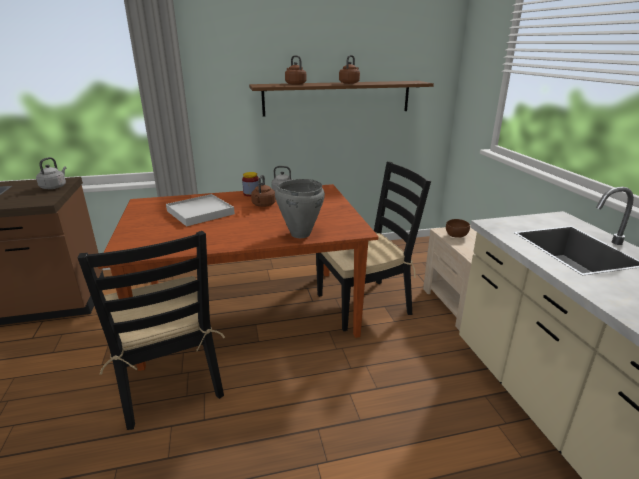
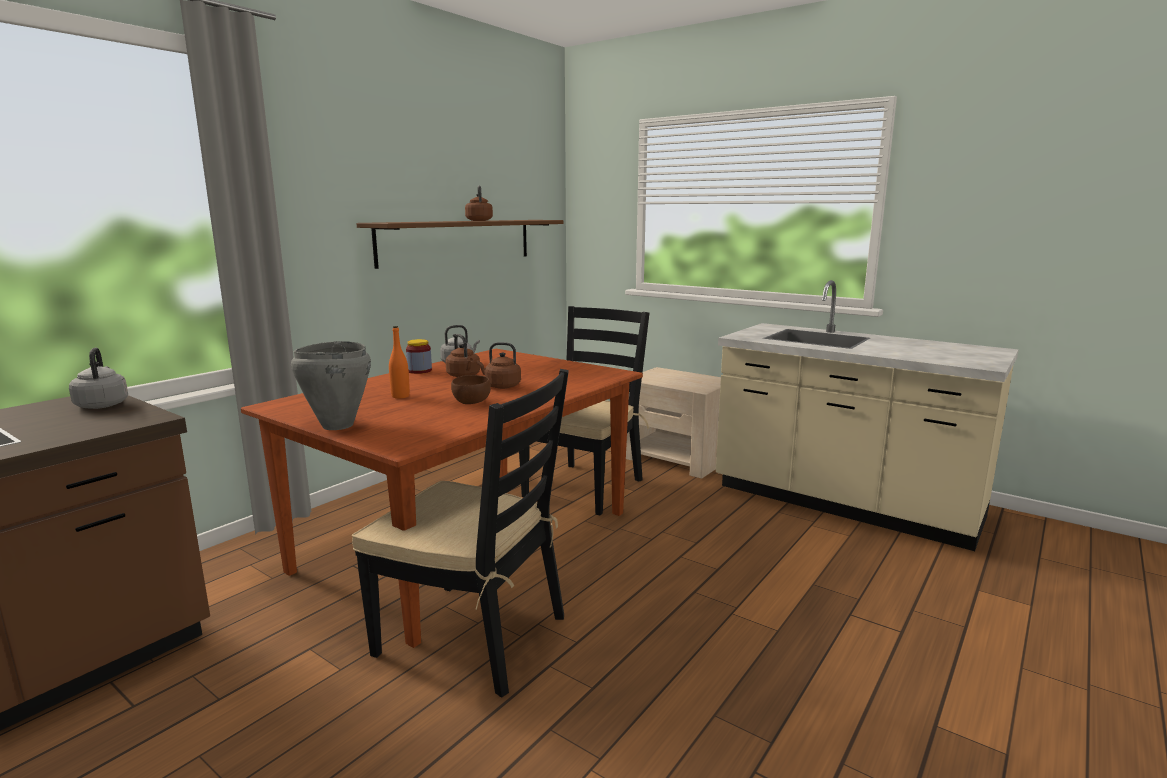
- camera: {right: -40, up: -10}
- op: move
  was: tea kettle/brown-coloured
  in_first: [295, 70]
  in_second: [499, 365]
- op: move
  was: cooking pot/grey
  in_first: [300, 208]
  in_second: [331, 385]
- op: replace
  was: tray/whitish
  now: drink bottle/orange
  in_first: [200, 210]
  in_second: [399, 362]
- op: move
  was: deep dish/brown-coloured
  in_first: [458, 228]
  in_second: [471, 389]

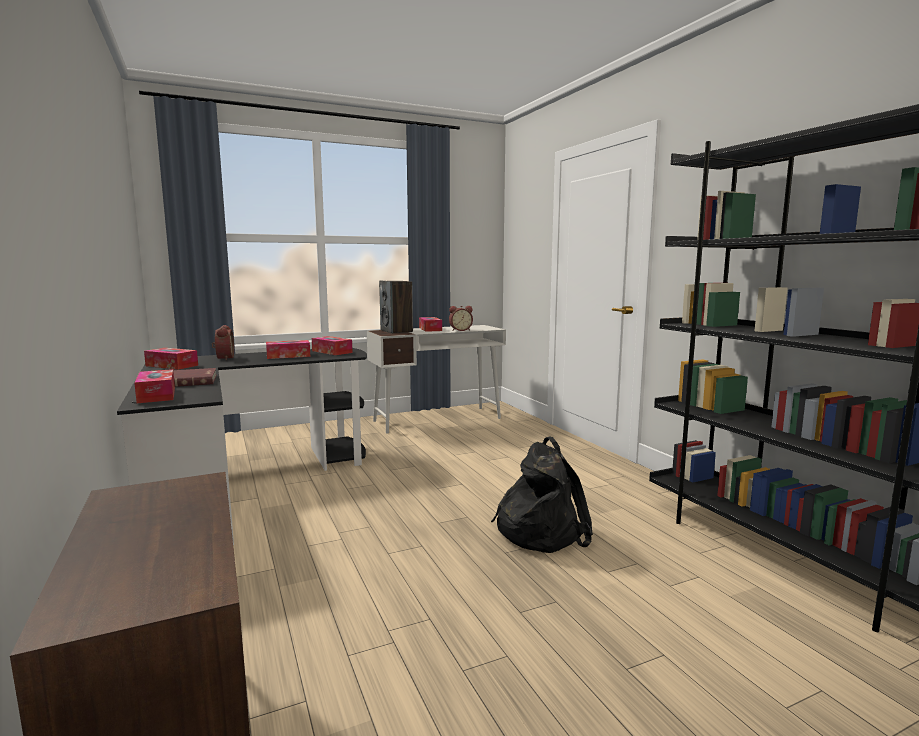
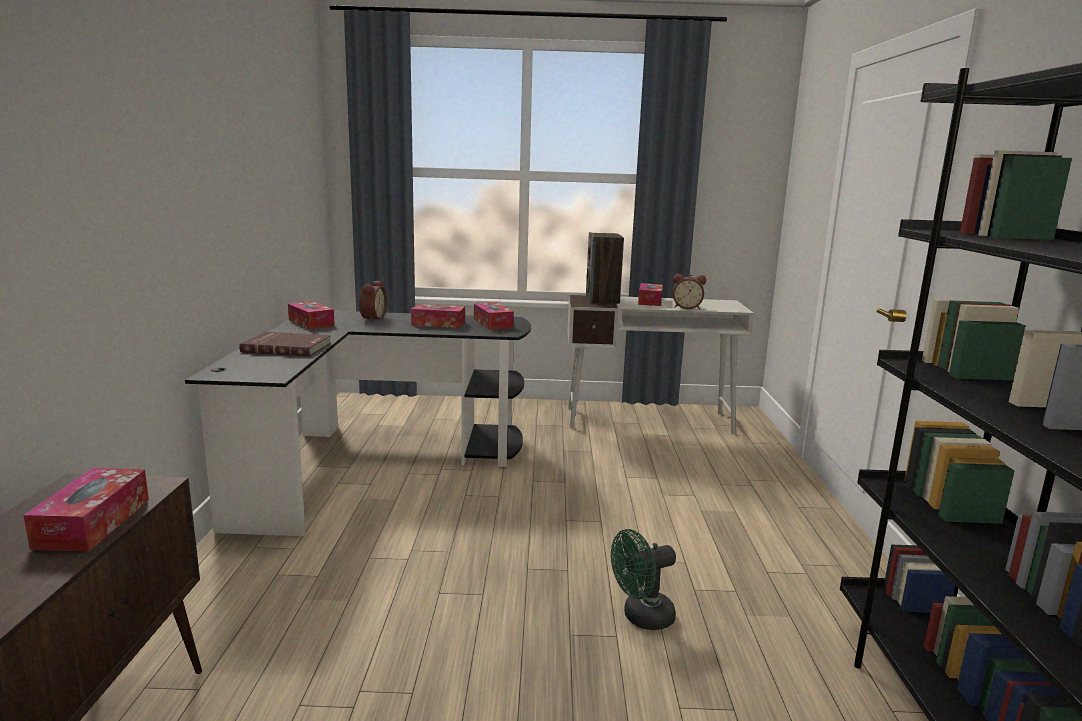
- camera: {right: 25, up: 5}
- op: move
  was: tissue holder
  in_first: [154, 386]
  in_second: [86, 509]
- op: replace
  was: knapsack/blackish
  now: electric fan/green
  in_first: [542, 495]
  in_second: [643, 579]

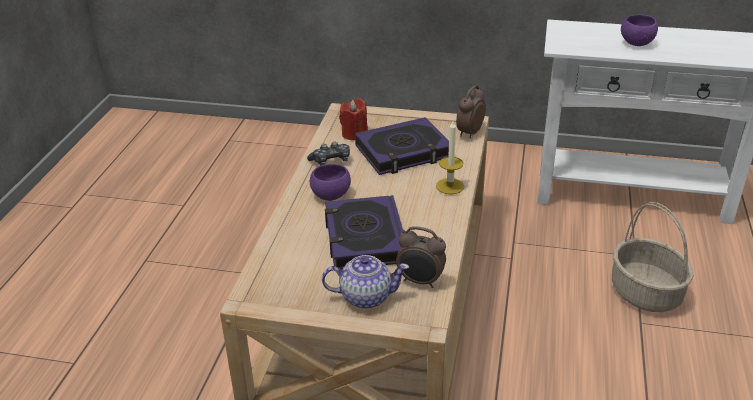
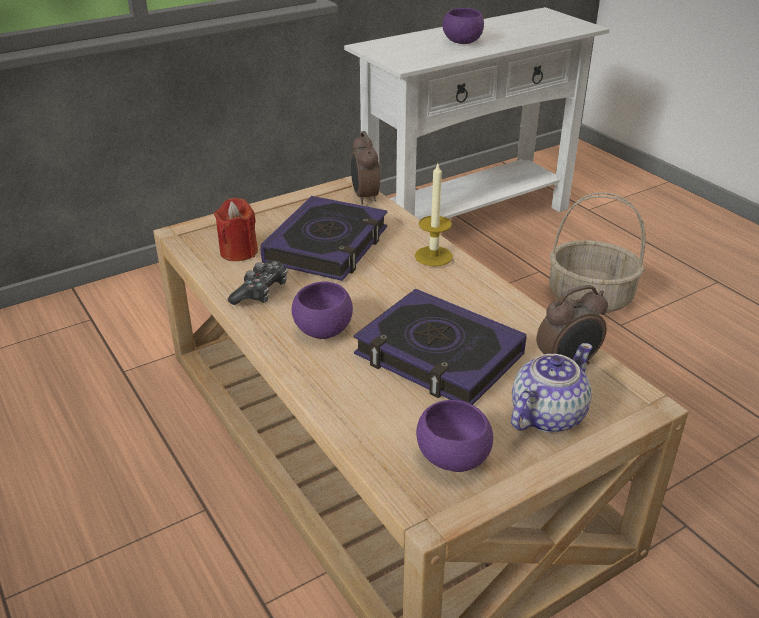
- camera: {right: -45, up: 0}
- op: insert
  now: deep dish/purplish
  in_second: [454, 436]

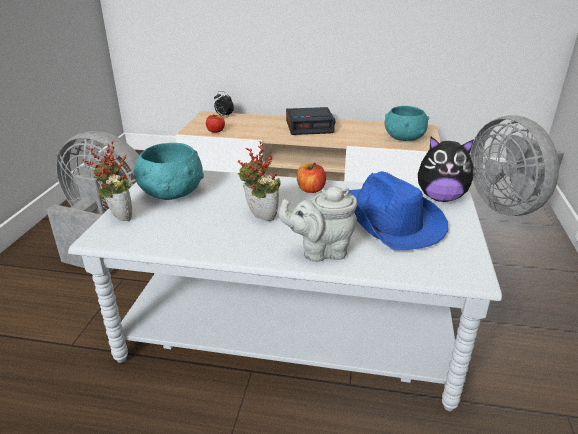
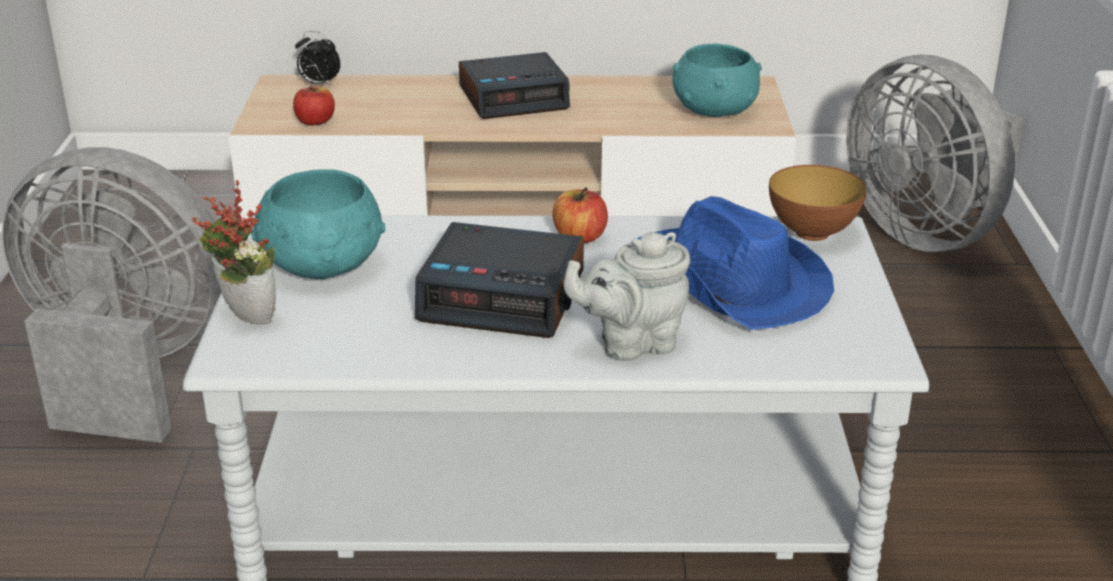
- camera: {right: -10, up: 0}
- op: replace
  was: cuddly toy
  now: deep dish
  in_first: [446, 169]
  in_second: [818, 203]
- op: replace
  was: houseplant
  now: table clock
  in_first: [259, 181]
  in_second: [499, 280]

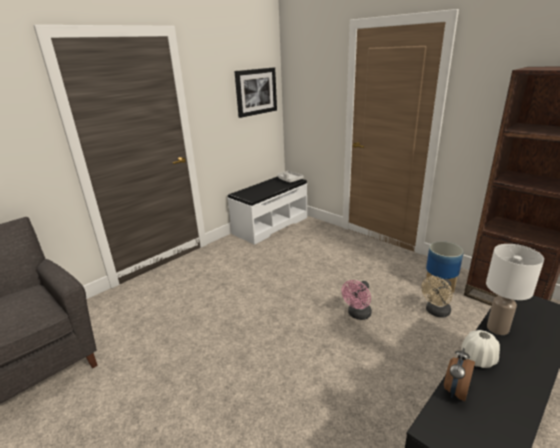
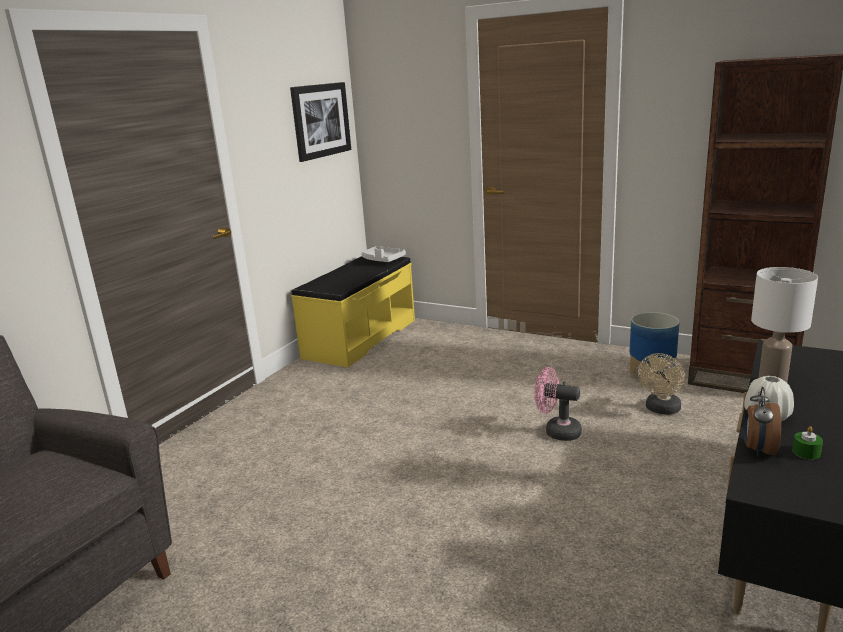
- camera: {right: -15, up: -5}
- op: recolor
  was: long seat/whitish
  now: long seat/yellow
  in_first: [267, 210]
  in_second: [353, 312]
- op: rotate
  was: electric fan/pink
  in_first: [356, 300]
  in_second: [558, 404]
  clockwise: 90
- op: insert
  now: wax candle/green
  in_second: [807, 442]

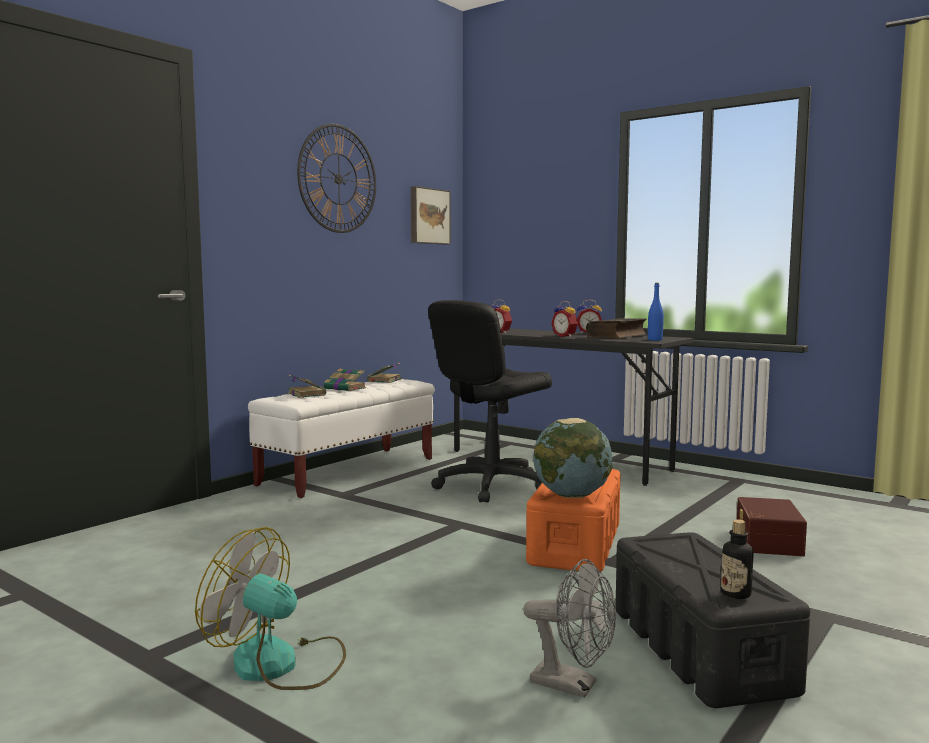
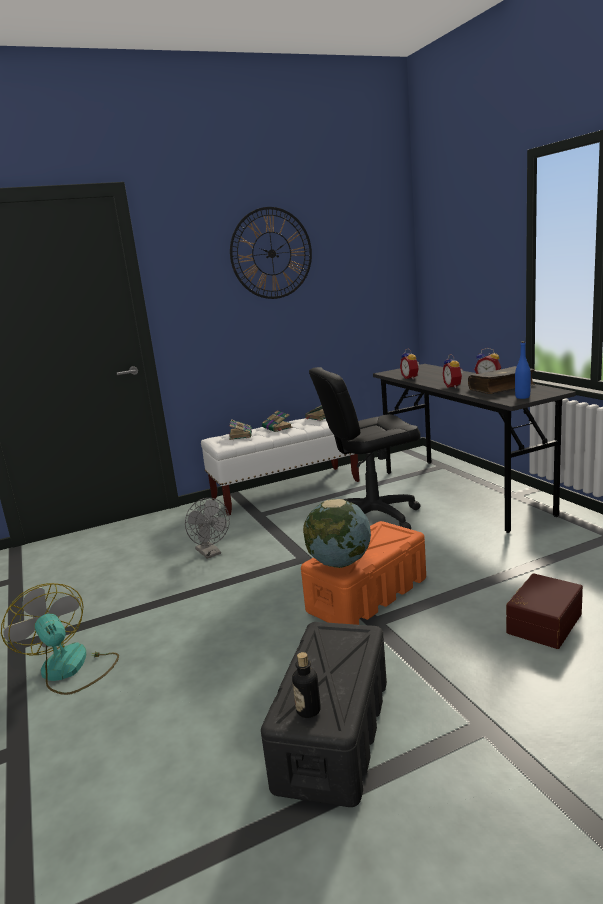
- camera: {right: 30, up: 10}
- op: delete
  was: picture
  in_first: [431, 215]
- op: move
  was: electric fan/grey
  in_first: [569, 628]
  in_second: [207, 528]

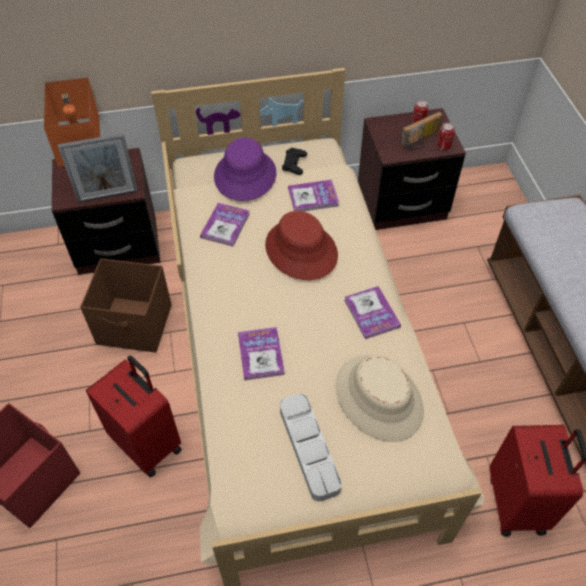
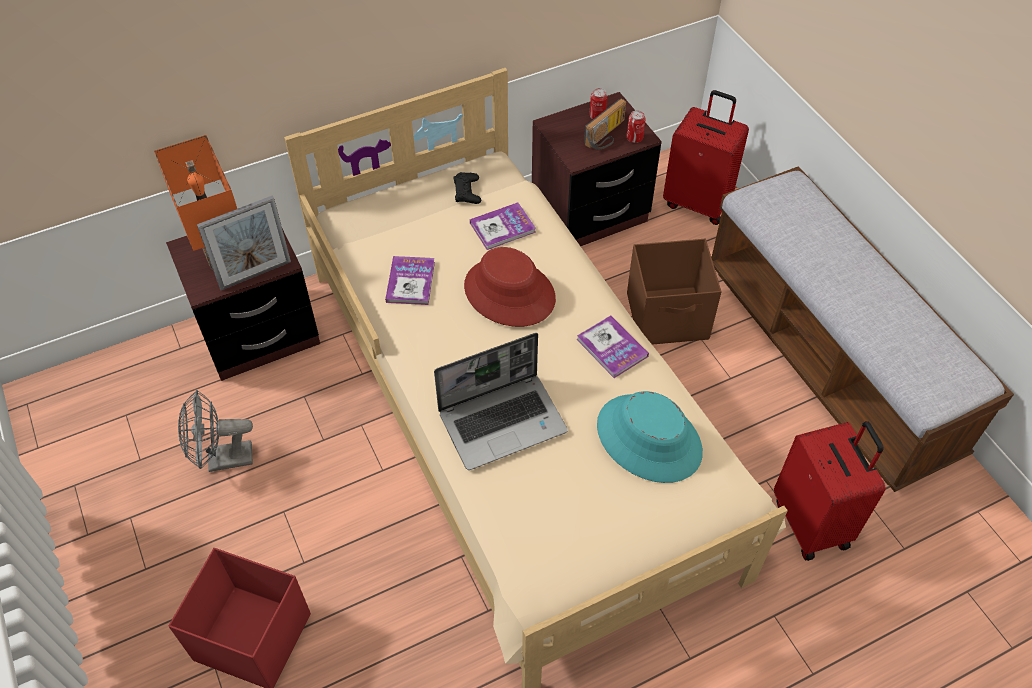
- camera: {right: -15, up: 0}
- op: delete
  was: clothing hat/purplish
  in_first: [245, 169]
- op: move
  was: storage bin/brown-coloured
  in_first: [126, 305]
  in_second: [674, 292]
- op: replace
  was: volume
  now: portable computer
  in_first: [261, 354]
  in_second: [501, 401]
- op: move
  was: suitcase/reddish
  in_first: [134, 416]
  in_second: [706, 157]
- op: recolor
  was: clothing hat/sand-coloured
  now: clothing hat/blue-green
  in_first: [380, 399]
  in_second: [650, 437]
- op: delete
  was: tray/grey
  in_first: [311, 447]
- op: insert
  now: electric fan/grey
  in_second: [215, 431]

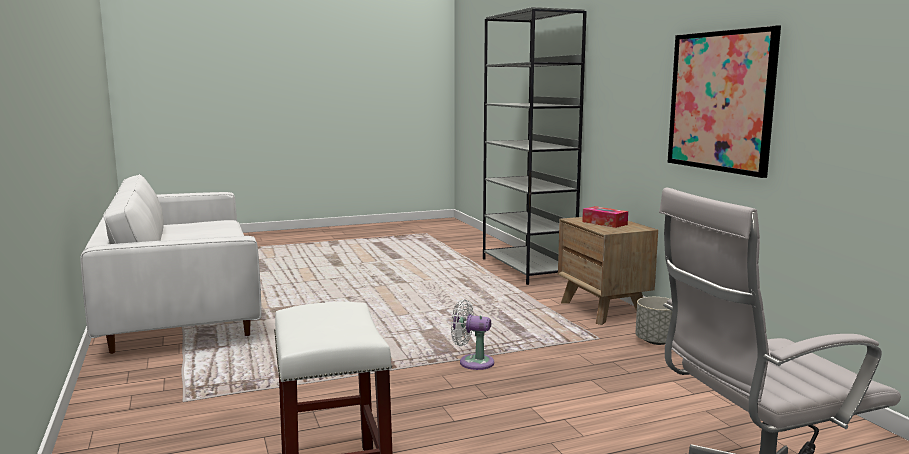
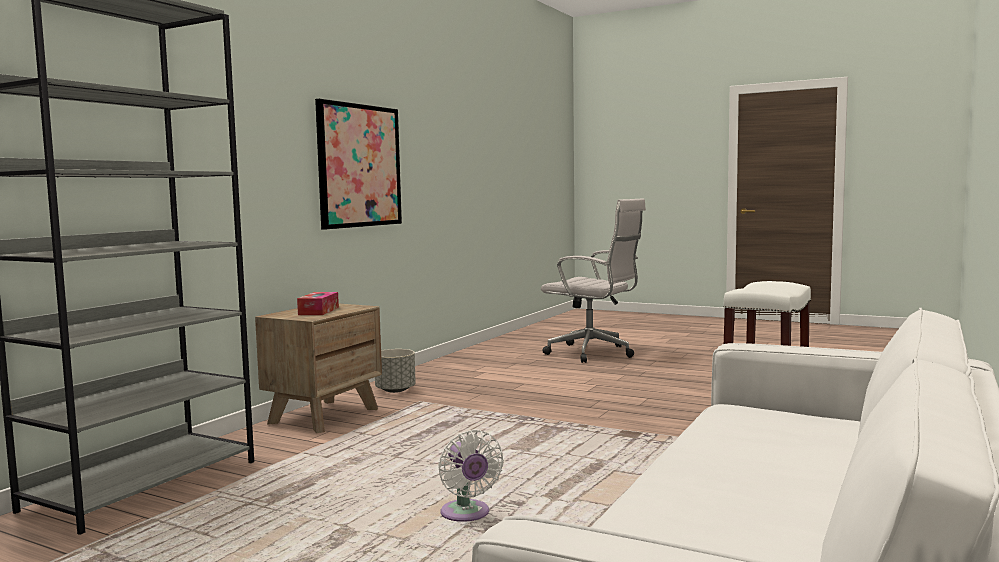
- camera: {right: -130, up: -5}
- op: move
  was: electric fan/whitish
  in_first: [472, 334]
  in_second: [471, 476]

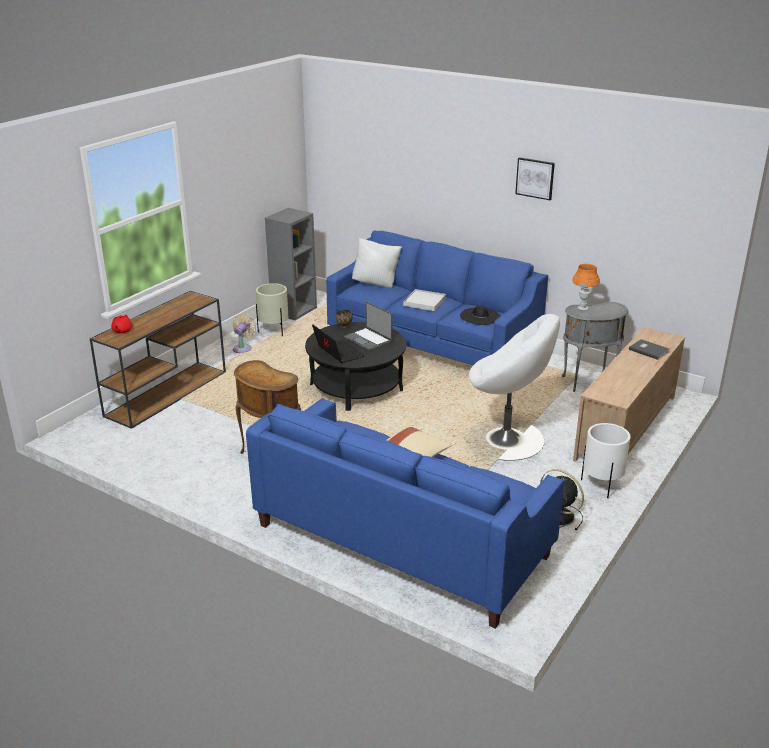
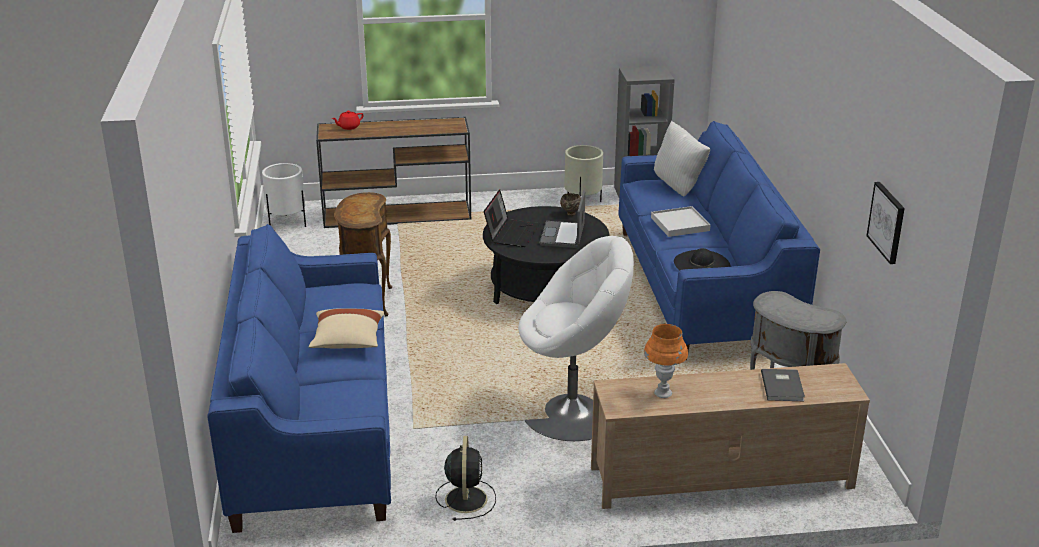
- camera: {right: 50, up: 0}
- op: move
  was: picture
  in_first: [535, 178]
  in_second: [886, 223]
- op: move
  was: table lamp/orange
  in_first: [586, 287]
  in_second: [666, 361]
- op: delete
  was: electric fan/sand-coloured
  in_first: [244, 333]
- op: rotate
  was: armchair/whitish
  in_first: [514, 387]
  in_second: [576, 338]
  clockwise: -75
- op: move
  was: flower pot/whitish
  in_first: [606, 460]
  in_second: [284, 195]

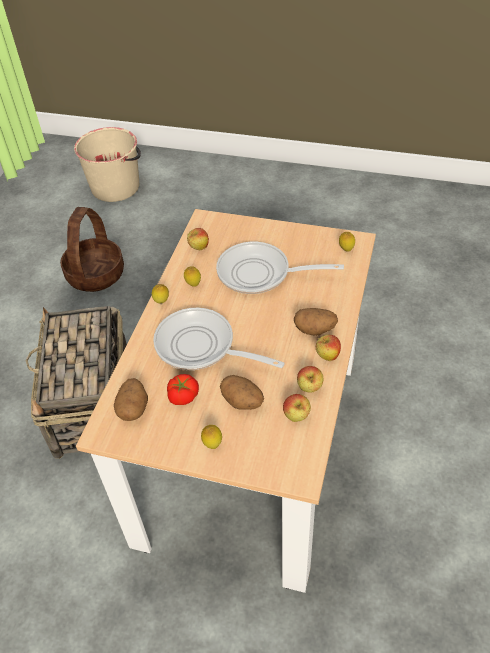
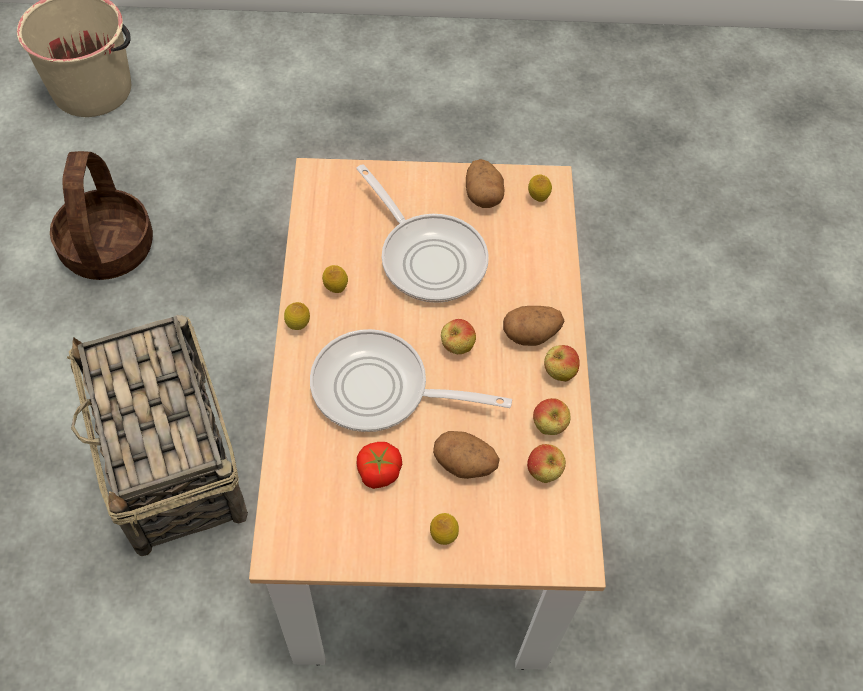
- camera: {right: -20, up: 10}
- op: move
  was: whole apple
  in_first: [198, 239]
  in_second: [458, 336]
- op: rotate
  was: skillet
  in_first: [280, 268]
  in_second: [422, 233]
  clockwise: -120
- op: move
  was: whole potato
  in_first: [131, 399]
  in_second: [485, 183]

